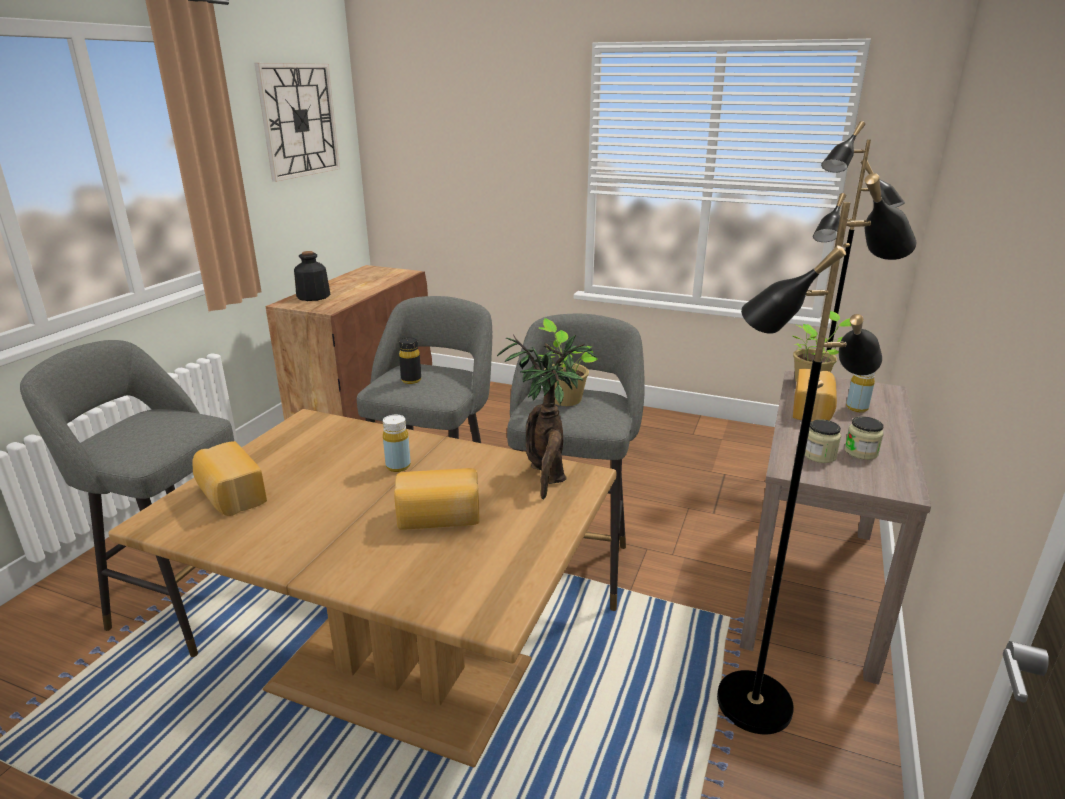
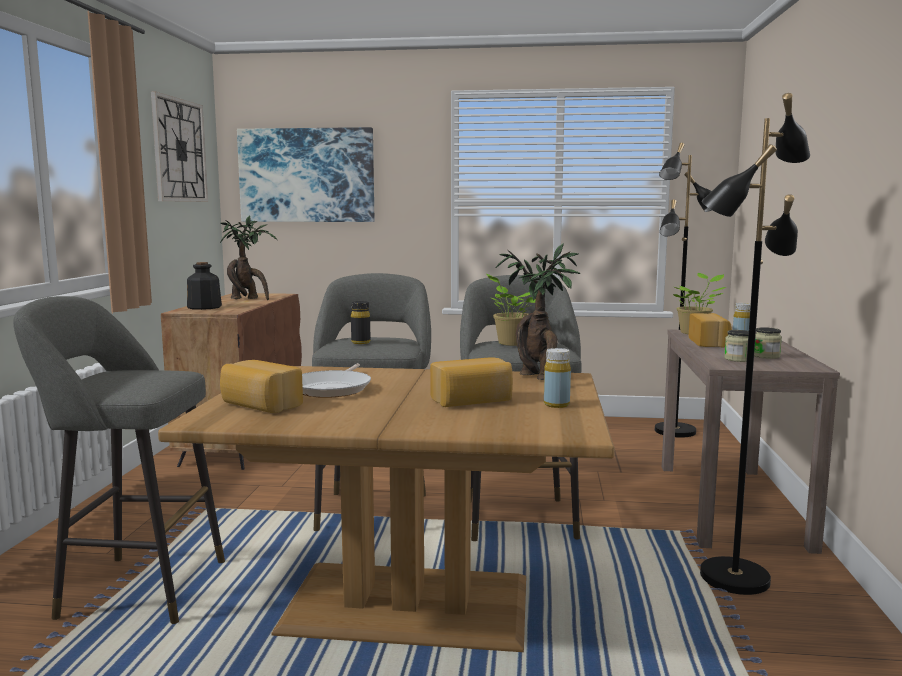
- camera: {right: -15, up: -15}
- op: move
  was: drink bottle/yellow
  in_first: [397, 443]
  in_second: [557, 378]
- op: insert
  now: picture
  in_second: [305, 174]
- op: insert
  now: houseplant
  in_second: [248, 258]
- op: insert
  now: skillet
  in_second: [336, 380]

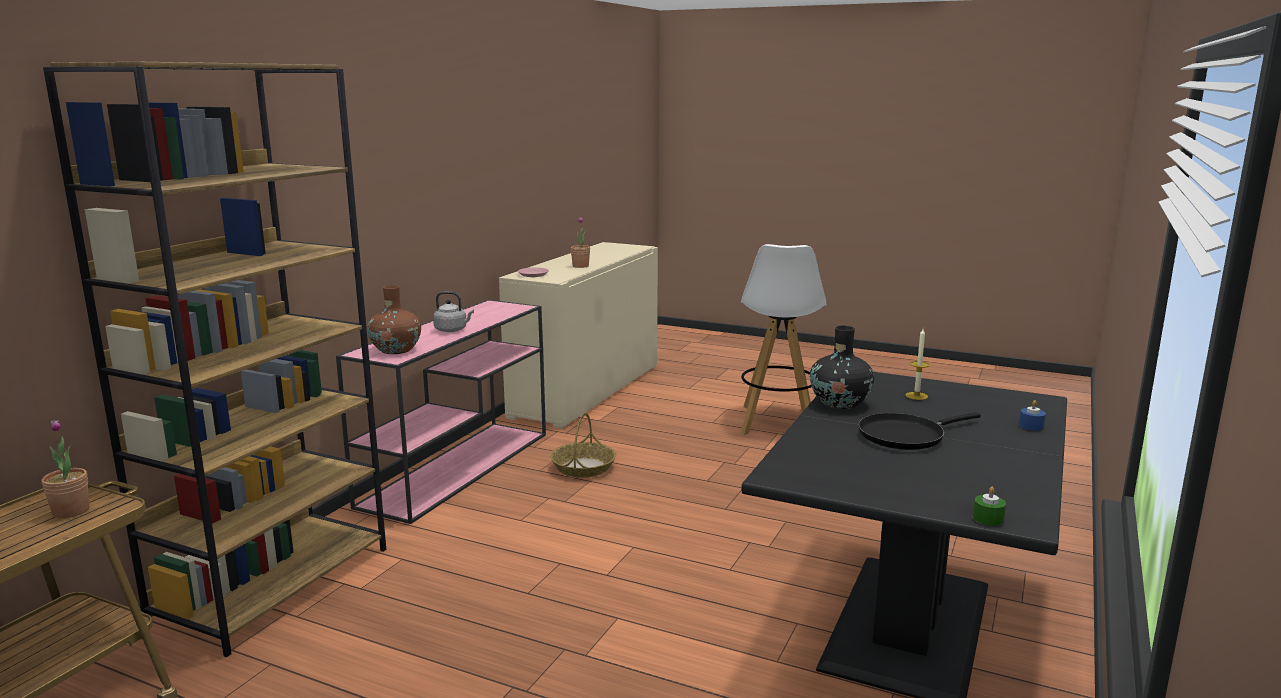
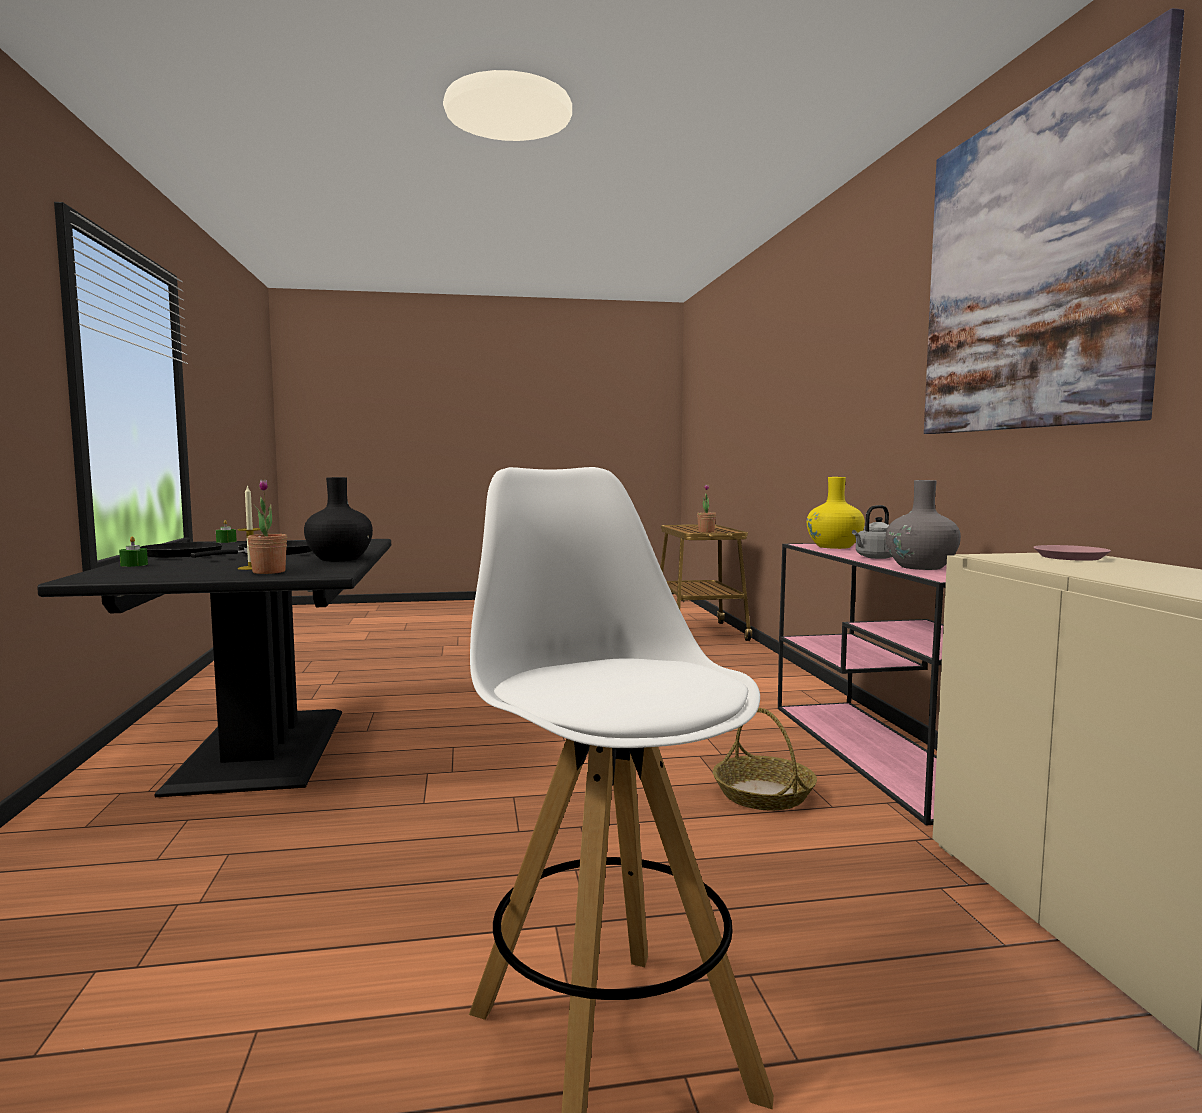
- camera: {right: 145, up: -10}
- op: delete
  was: bookcase/brown-coloured
  in_first: [214, 359]
- op: move
  was: houseplant
  in_first: [580, 242]
  in_second: [267, 526]
- op: recolor
  was: flower vase/brown-coloured
  now: flower vase/yellow
  in_first: [394, 319]
  in_second: [836, 513]
- op: recolor
  was: wax candle/blue
  now: wax candle/green
  in_first: [1032, 415]
  in_second: [133, 551]
- op: insert
  now: picture
  in_second: [1054, 221]
- op: insert
  now: flower vase/grey
  in_second: [923, 525]
- op: insert
  now: skillet/blackish
  in_second: [181, 548]

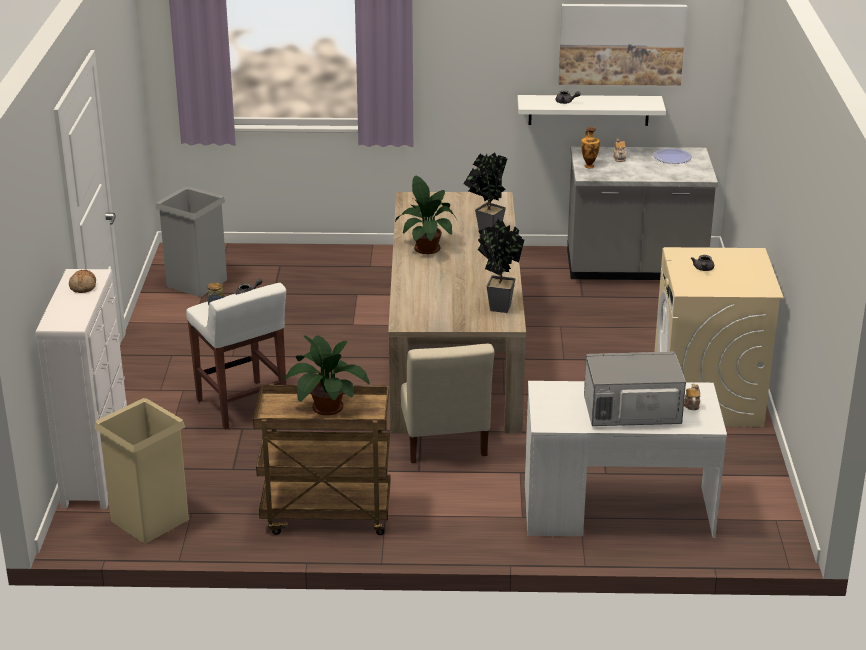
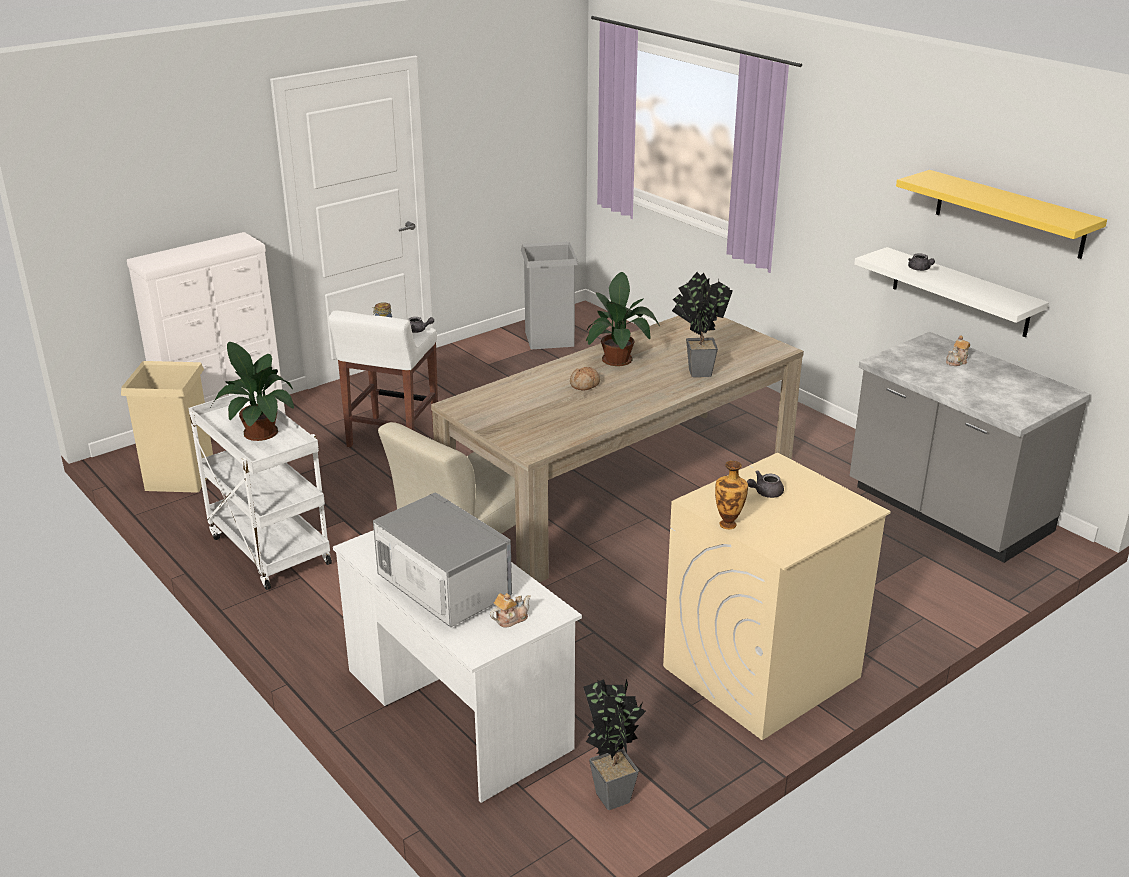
- camera: {right: 50, up: 0}
- op: replace
  was: picture
  now: shelf/yellow
  in_first: [623, 45]
  in_second: [1001, 214]
- op: move
  was: flower vase
  in_first: [590, 147]
  in_second: [731, 495]
- op: delete
  was: plate
  in_first: [672, 156]
- op: move
  was: houseplant
  in_first: [501, 266]
  in_second: [614, 744]
- op: move
  was: baked bread
  in_first: [82, 281]
  in_second: [585, 379]
- op: recolor
  was: wheeled cart/brown-coloured
  now: wheeled cart/whitish
  in_first: [322, 459]
  in_second: [260, 490]

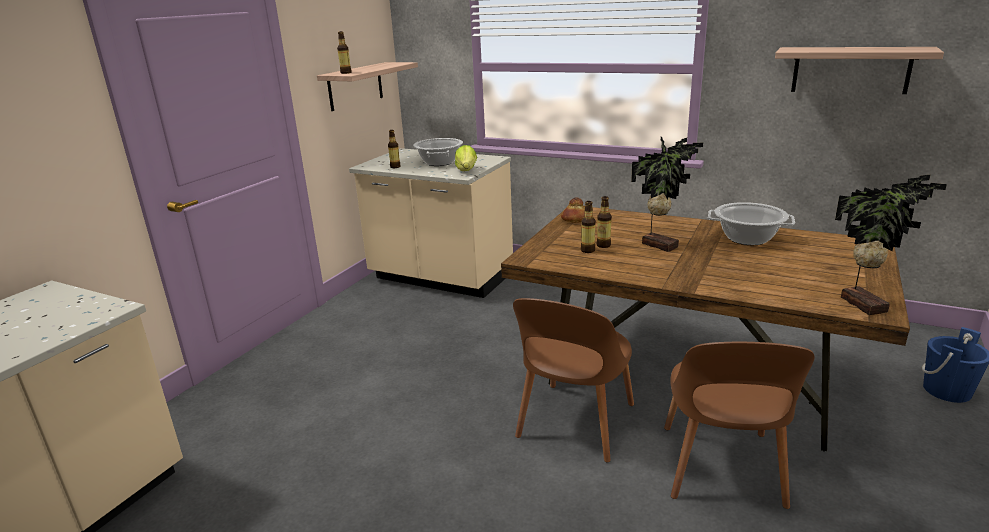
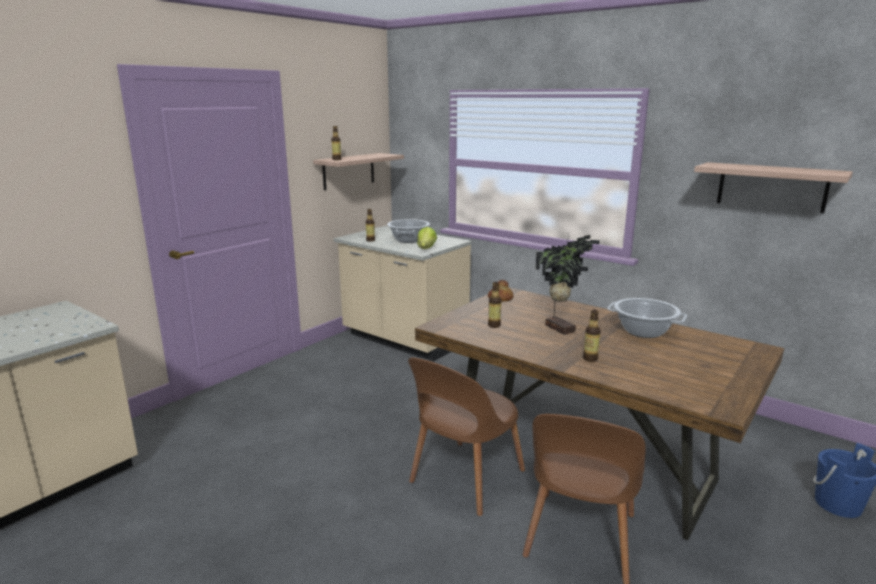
- camera: {right: 10, up: -5}
- op: delete
  was: houseplant
  in_first: [891, 245]
- op: move
  was: drink bottle
  in_first: [604, 222]
  in_second: [592, 336]

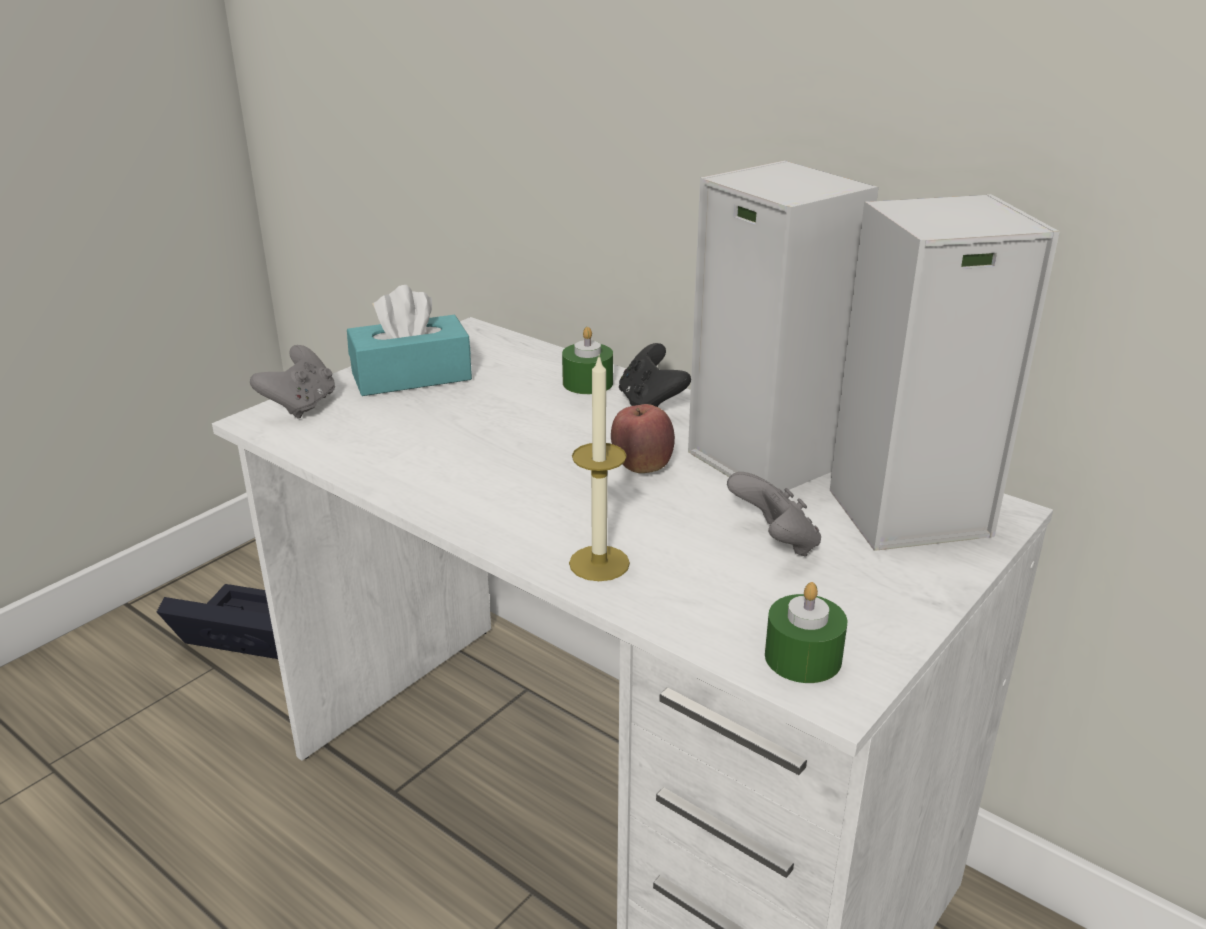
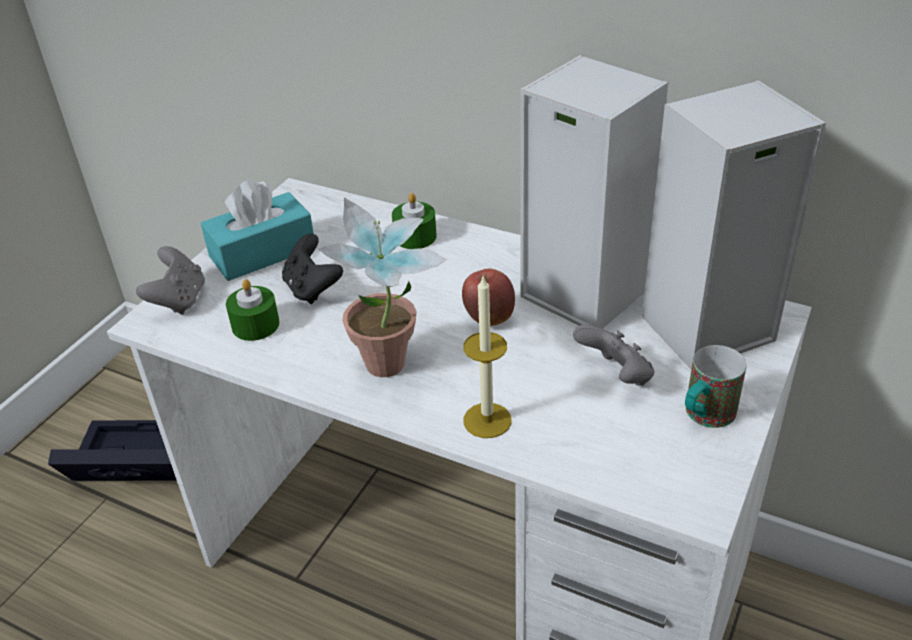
- camera: {right: -10, up: 10}
- op: move
  was: gamepad/blackish
  in_first: [655, 375]
  in_second: [312, 268]
- op: move
  was: wax candle/green
  in_first: [806, 632]
  in_second: [253, 310]
- op: insert
  now: houseplant
  in_second: [383, 287]
- op: insert
  now: tea mug
  in_second: [715, 386]

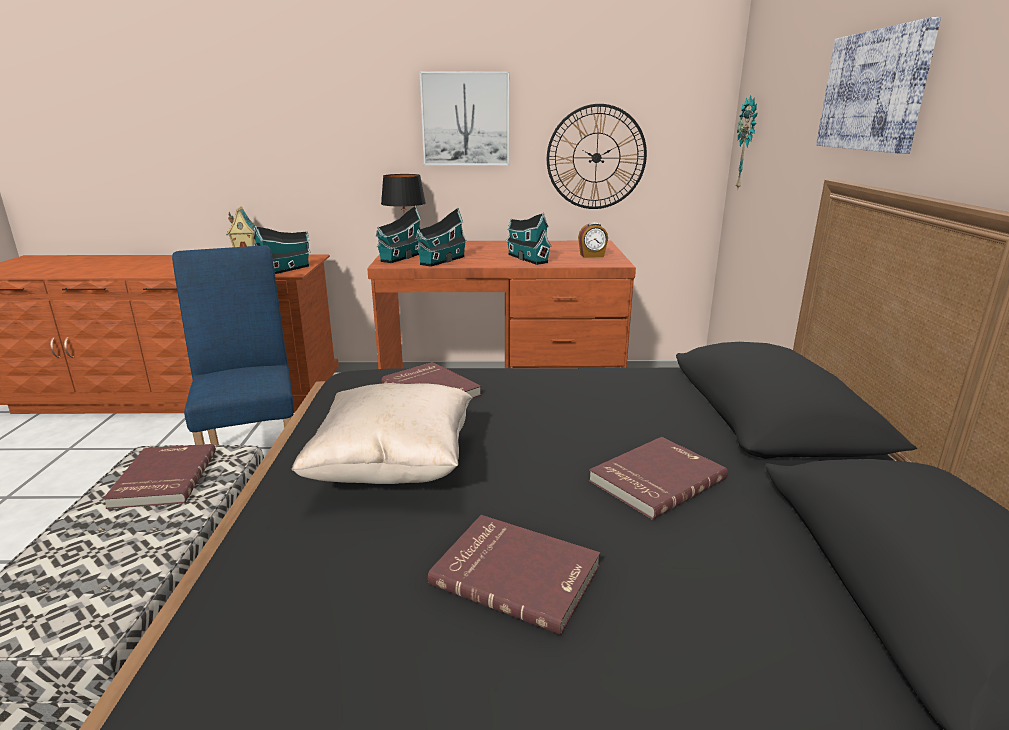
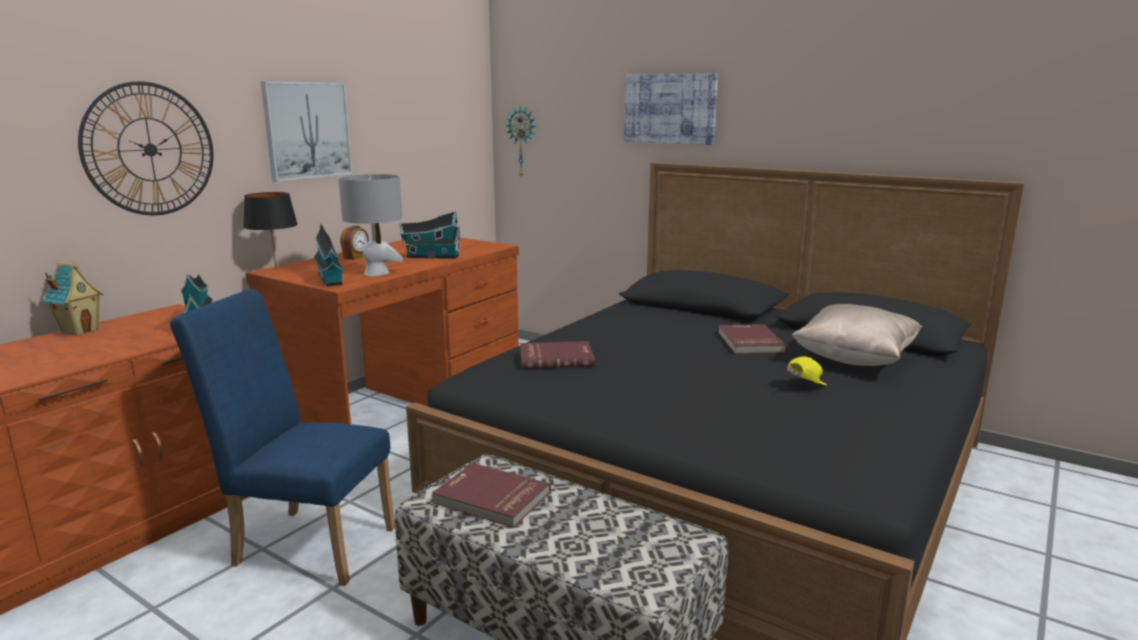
- camera: {right: -55, up: -5}
- op: move
  was: hanging clock
  in_first: [597, 156]
  in_second: [145, 148]
- op: replace
  was: model house
  now: table lamp/grey
  in_first: [441, 237]
  in_second: [371, 225]
- op: move
  was: table clock
  in_first: [593, 240]
  in_second: [354, 243]
- op: move
  was: cushion/sand-coloured
  in_first: [382, 433]
  in_second: [857, 335]
- op: replace
  was: volume/reddish
  now: cap/yellow
  in_first: [514, 575]
  in_second: [807, 370]

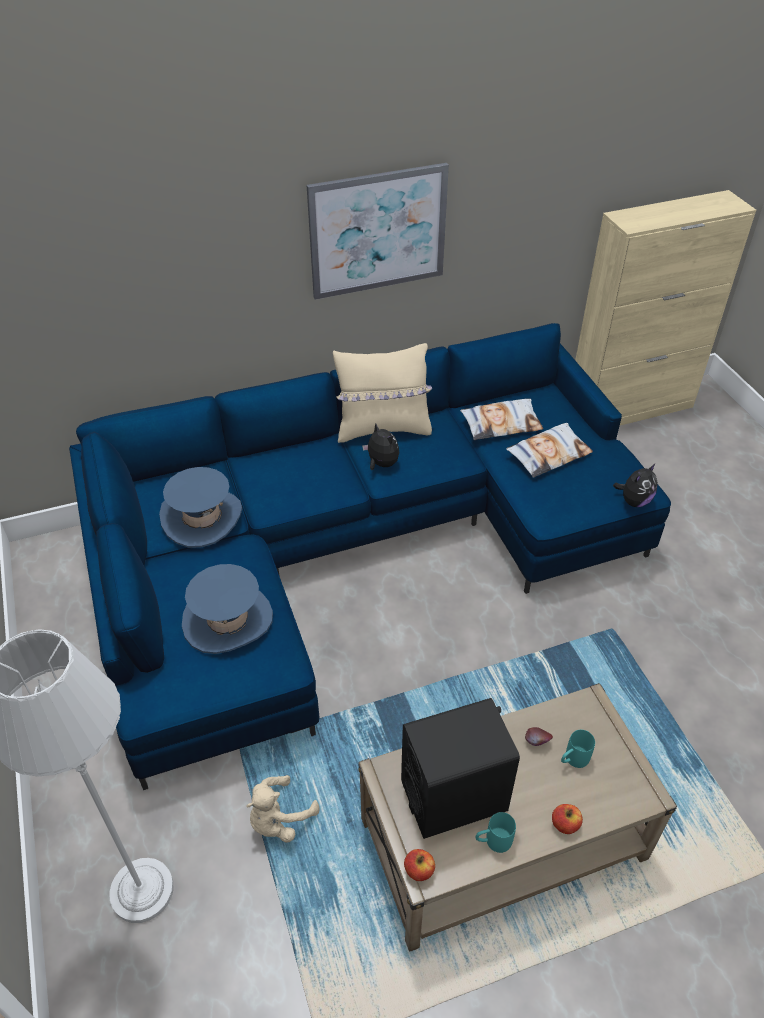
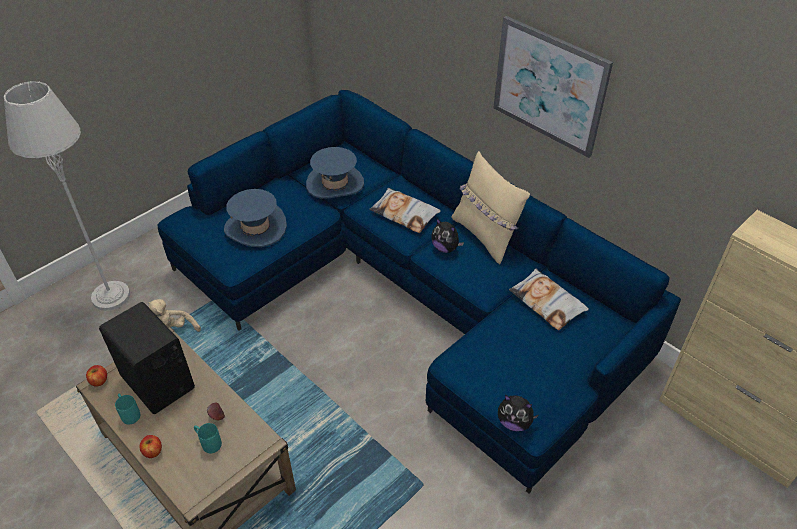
- camera: {right: 65, up: 0}
- op: move
  was: cushion
  in_first: [549, 450]
  in_second: [405, 210]
- op: rotate
  was: cuddly toy
  in_first: [380, 447]
  in_second: [447, 235]
  clockwise: 105

